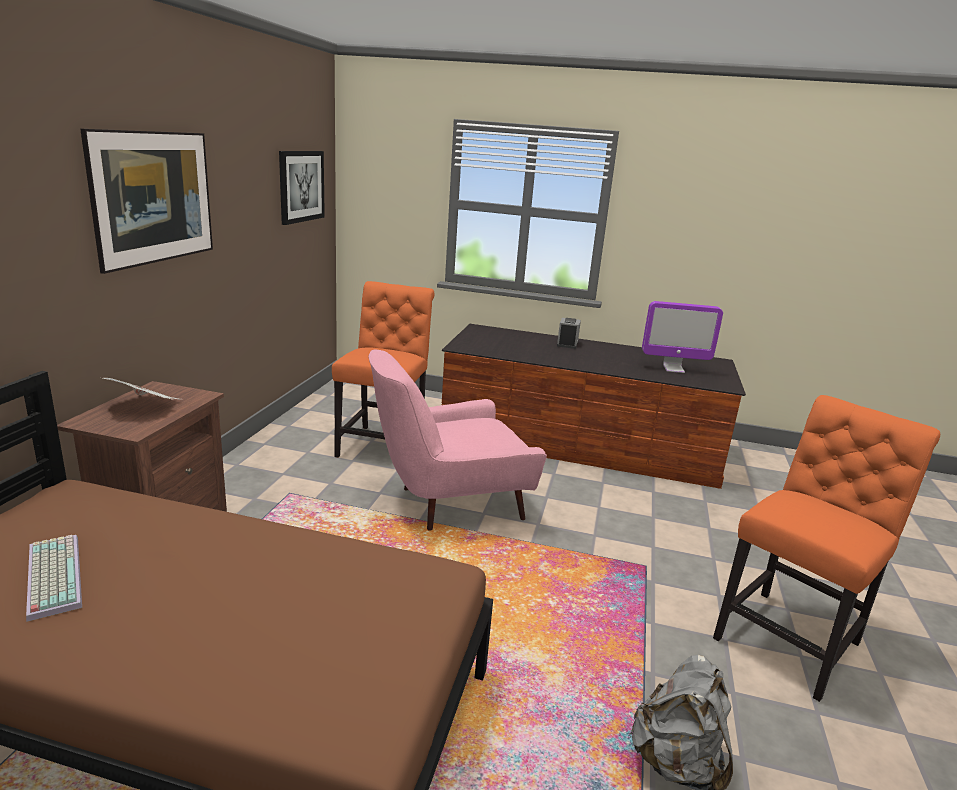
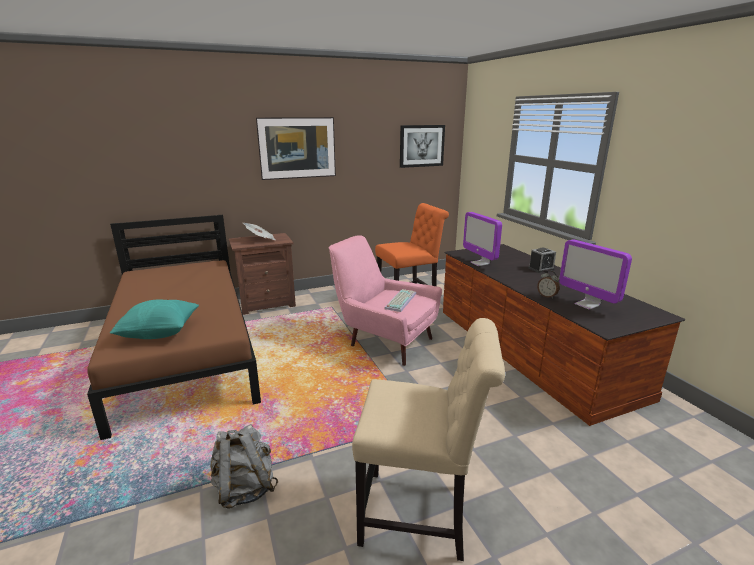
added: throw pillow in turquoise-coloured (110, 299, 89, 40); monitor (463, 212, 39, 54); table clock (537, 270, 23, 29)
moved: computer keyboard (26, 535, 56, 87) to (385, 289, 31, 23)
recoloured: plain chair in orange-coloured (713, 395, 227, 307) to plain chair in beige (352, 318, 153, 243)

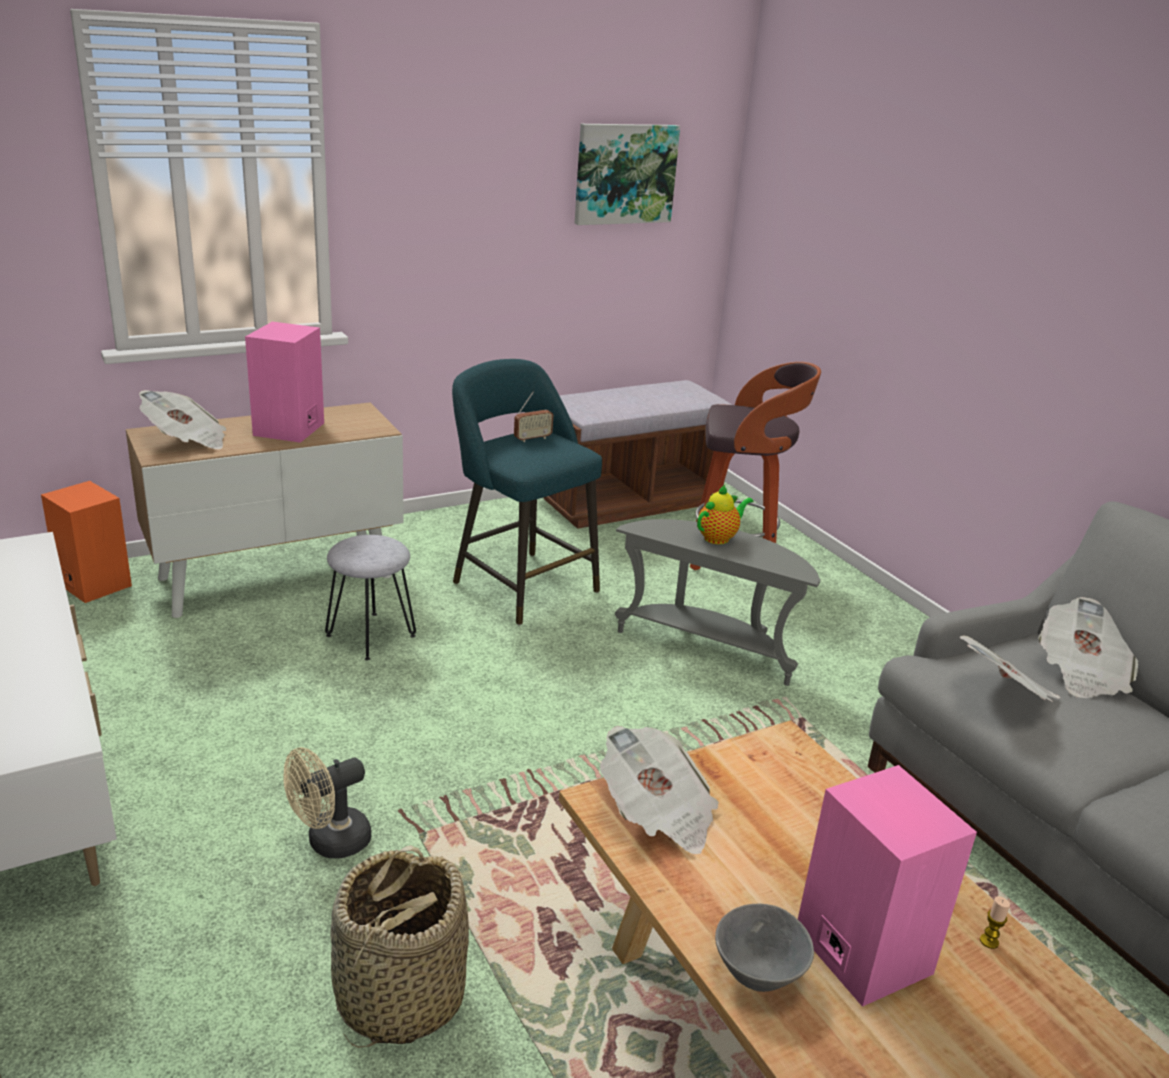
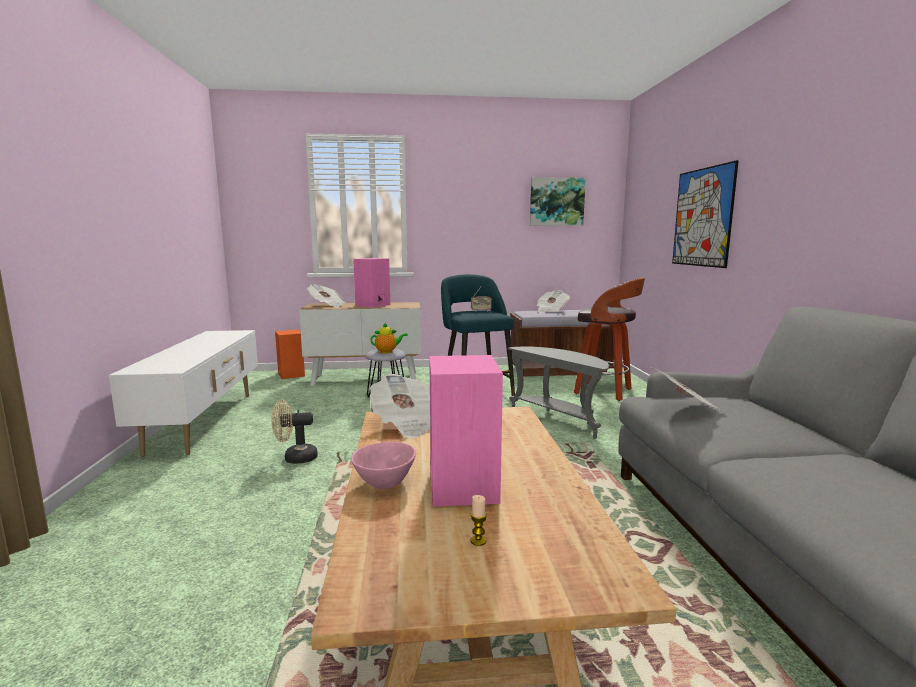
removed: household basket (330, 845, 139, 203)
added: wall art (672, 160, 67, 108)
moved: teapot (697, 485, 57, 59) to (370, 323, 38, 30); candle (980, 896, 30, 53) to (471, 495, 16, 51); daily paper (1038, 597, 100, 101) to (536, 290, 34, 23)
recoloured: deep dish in gray (715, 904, 99, 88) to deep dish in pinkish (351, 442, 65, 47)

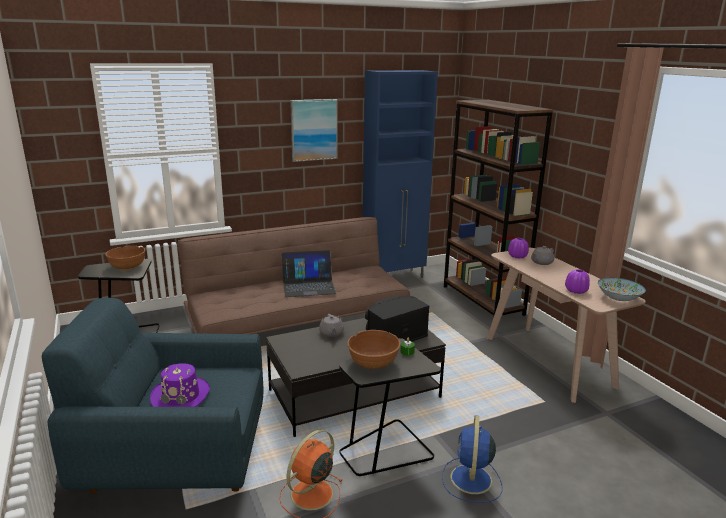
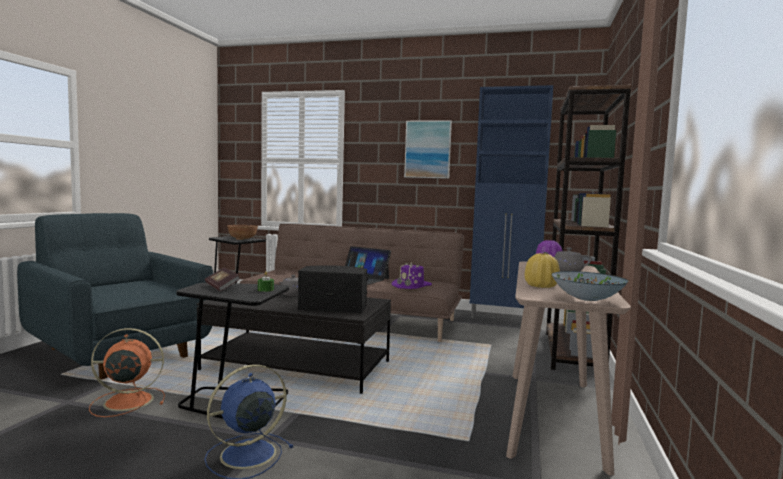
moved: wearable hat in purple-coloured (150, 363, 60, 44) to (391, 262, 41, 27)
replaced: deep dish in brown (347, 330, 54, 39) to volume (205, 268, 35, 23)
recoloured: vase in purple-coloured (565, 269, 25, 25) to vase in yellow (525, 253, 35, 35)

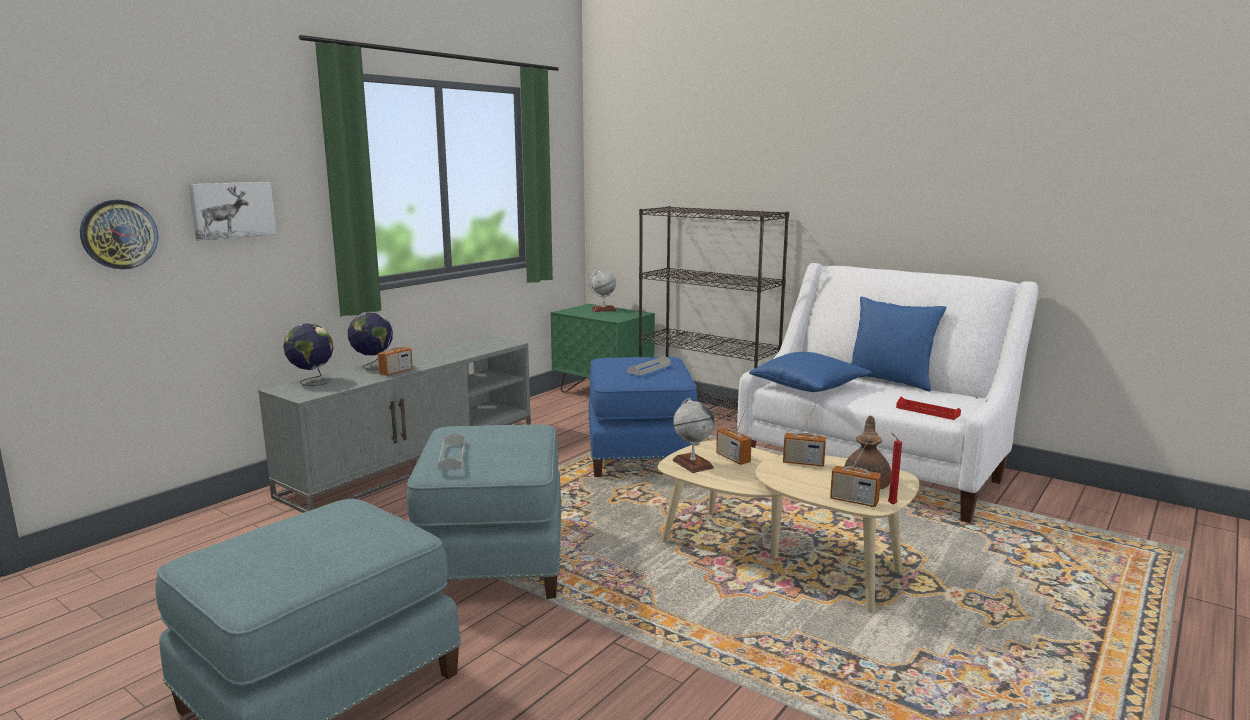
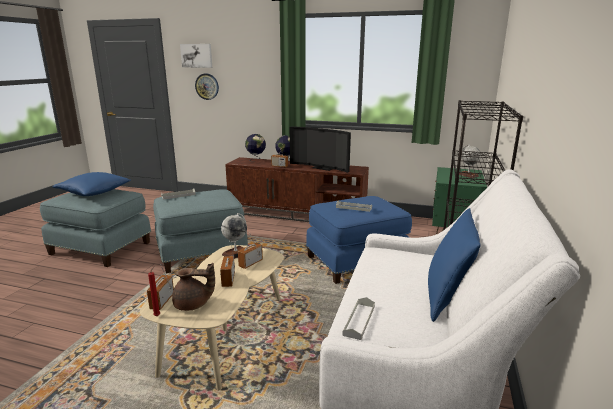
added: TV (290, 127, 61, 46)
moved: wall art (189, 182, 88, 59) to (180, 44, 32, 24); throw pillow in bluish (749, 352, 123, 40) to (52, 172, 79, 24)
recoloured: tv unit in gray (258, 335, 273, 178) to tv unit in brown (225, 157, 144, 65); serving tray in red-coloured (896, 397, 65, 23) to serving tray in gray (342, 297, 33, 43)

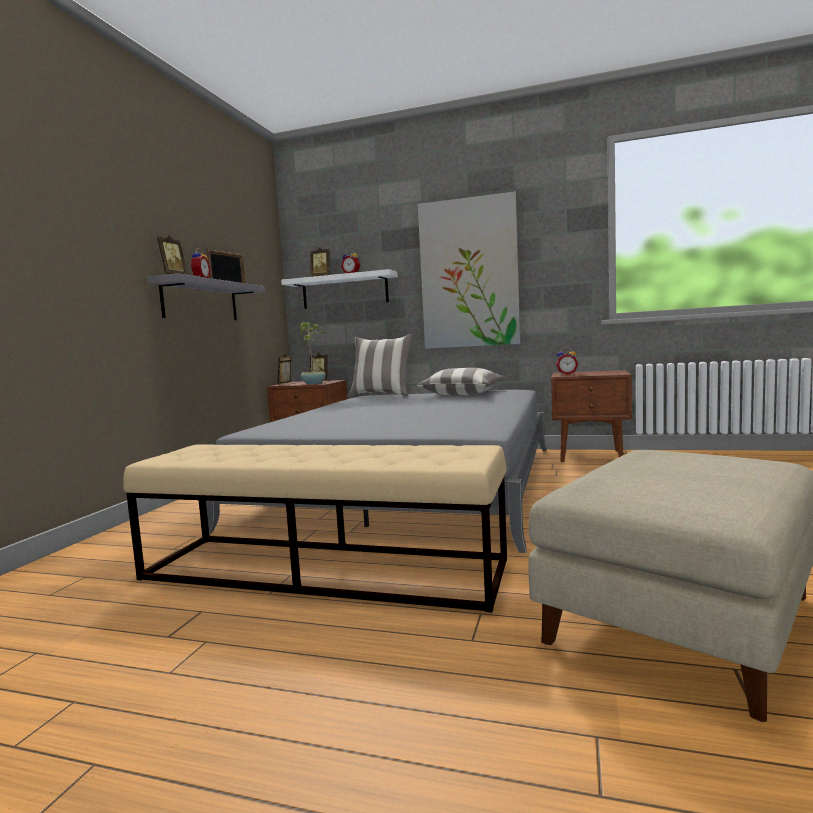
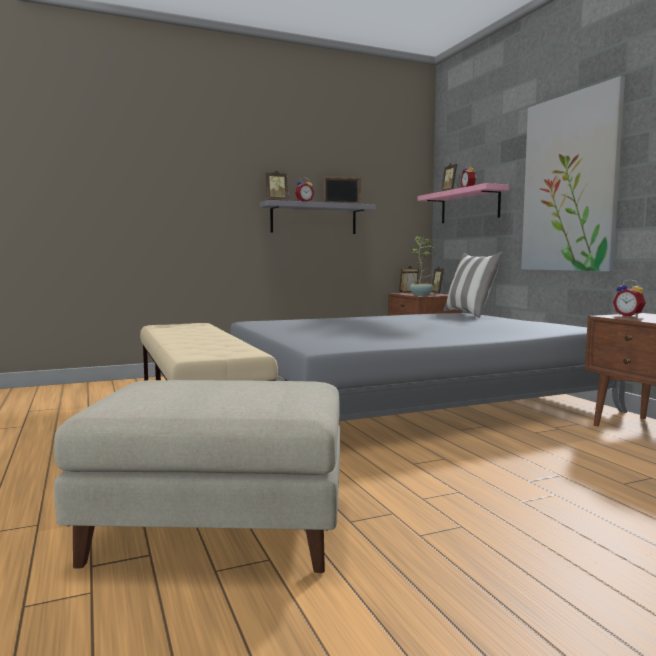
removed: throw pillow (417, 368, 87, 27)
recoloured: wall shelf in whitish (281, 269, 117, 40) to wall shelf in pinkish (417, 183, 92, 40)

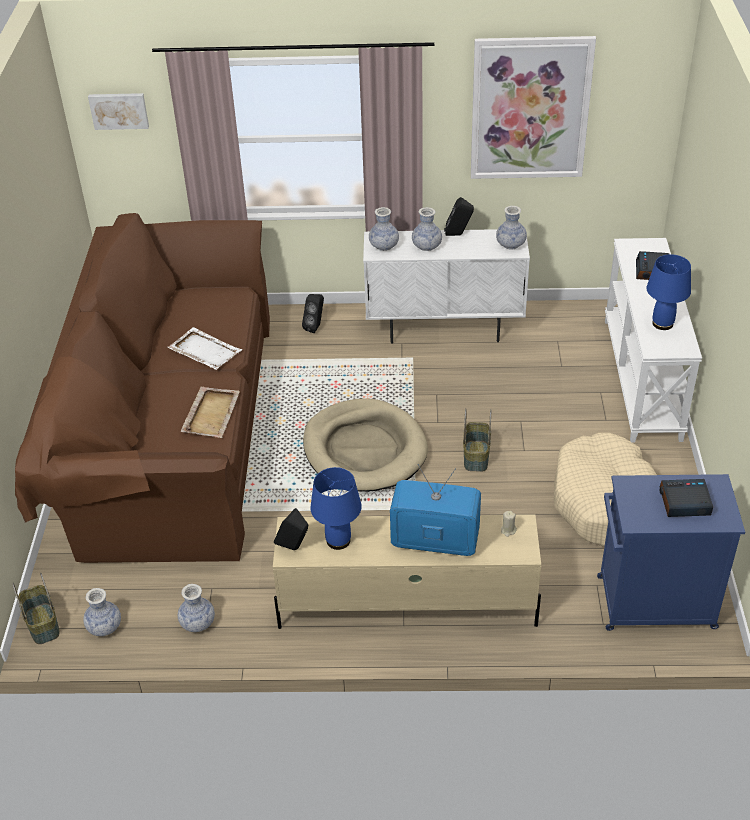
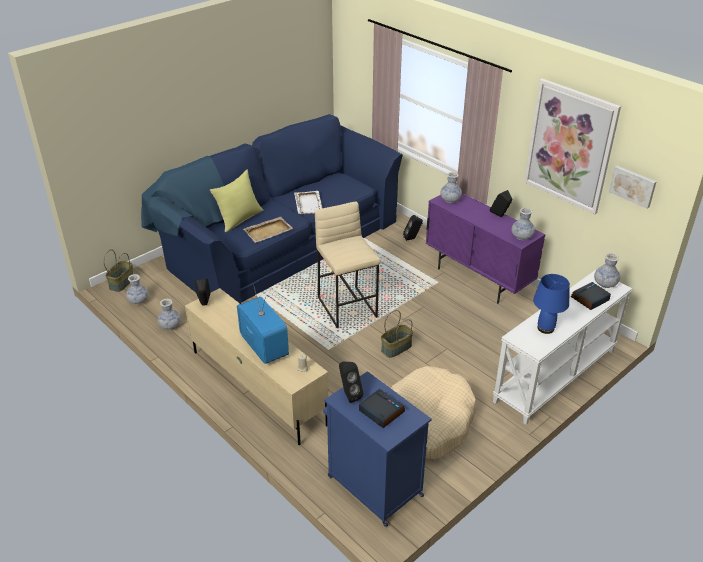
removed: table lamp in bluish (310, 467, 52, 83)
added: throw pillow in yellow (210, 170, 53, 62); loudspeaker in black (339, 362, 25, 41)
moved: wall art (88, 93, 61, 37) to (609, 166, 47, 43); vase (412, 207, 30, 44) to (594, 253, 26, 35)
replaced: dog bed in beige (303, 398, 125, 94) to stool seat in beige (315, 202, 66, 126)
recoloured: couch in brown (15, 213, 255, 350) to couch in bluish (141, 114, 262, 190); storage cabinet in whitish (363, 229, 167, 115) to storage cabinet in purple-coloured (426, 193, 119, 111)

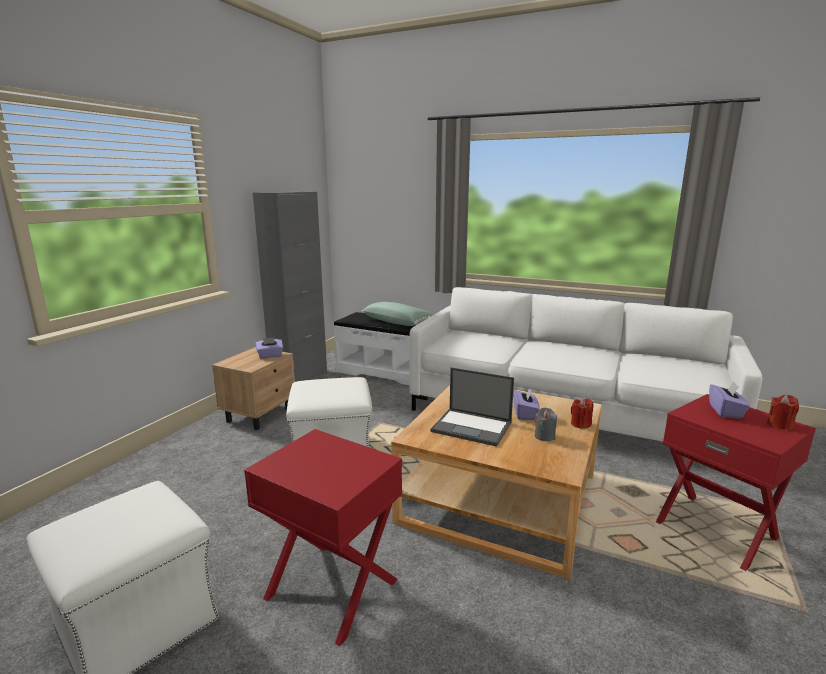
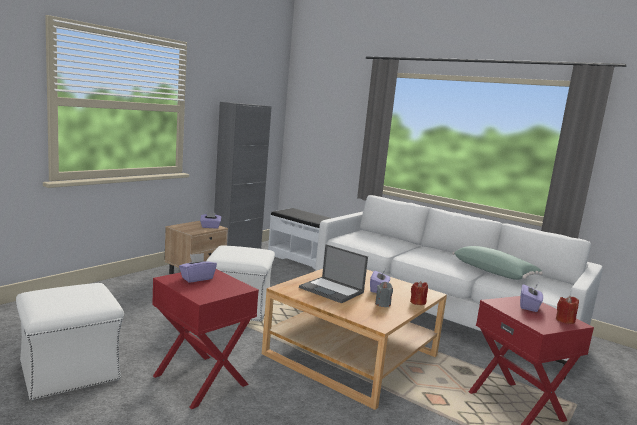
added: tissue holder in purple-coloured (179, 253, 38, 30)
moved: throw pillow in green-coloured (362, 302, 72, 24) to (452, 246, 91, 34)

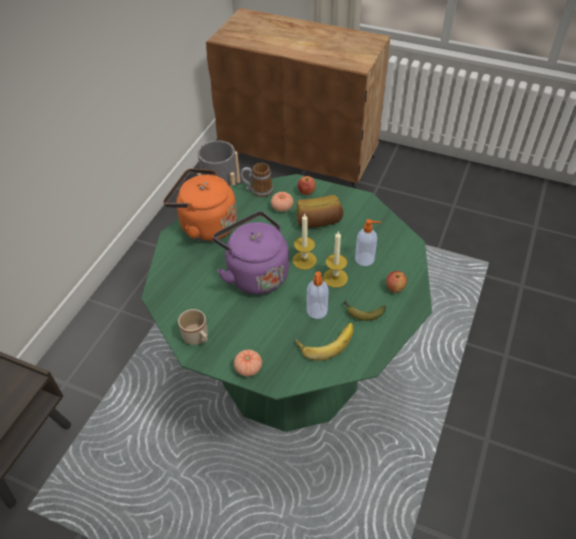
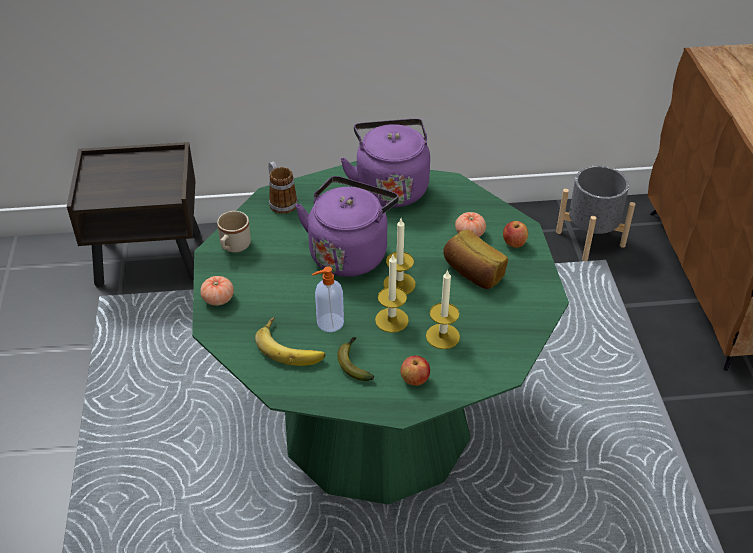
moved: tea mug (241, 163, 32, 34) to (268, 162, 30, 52)
replaced: soap bottle (355, 219, 26, 47) to candle (426, 269, 34, 80)
recoloured: kettle in orange-coloured (163, 168, 74, 74) to kettle in purple-coloured (340, 119, 90, 88)

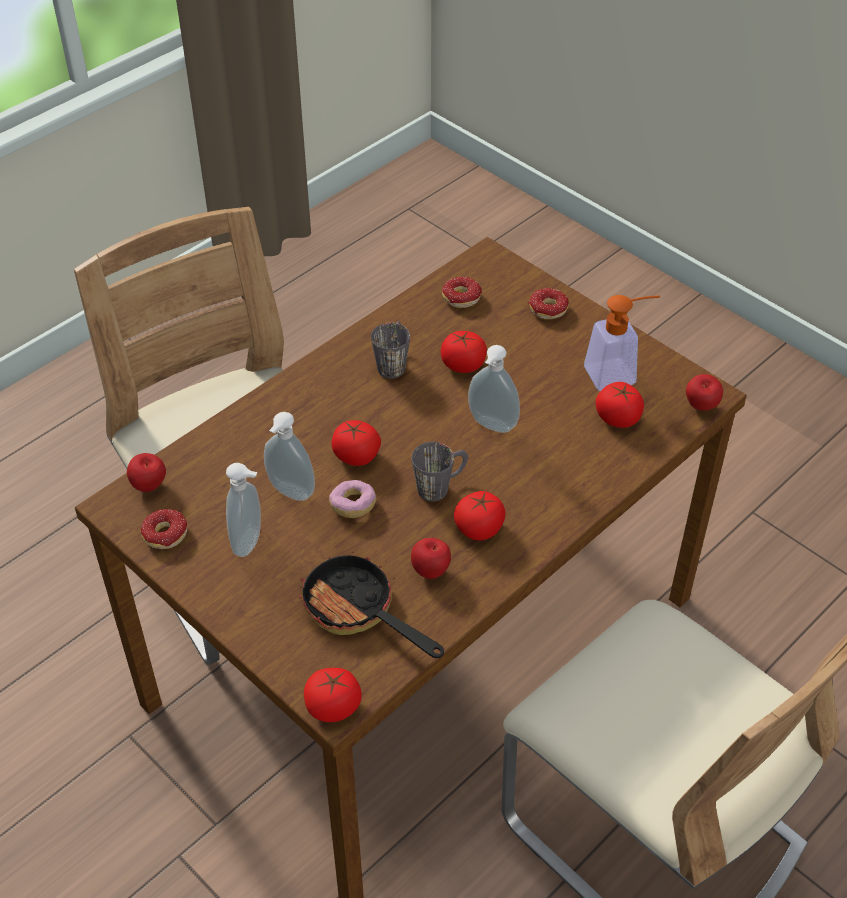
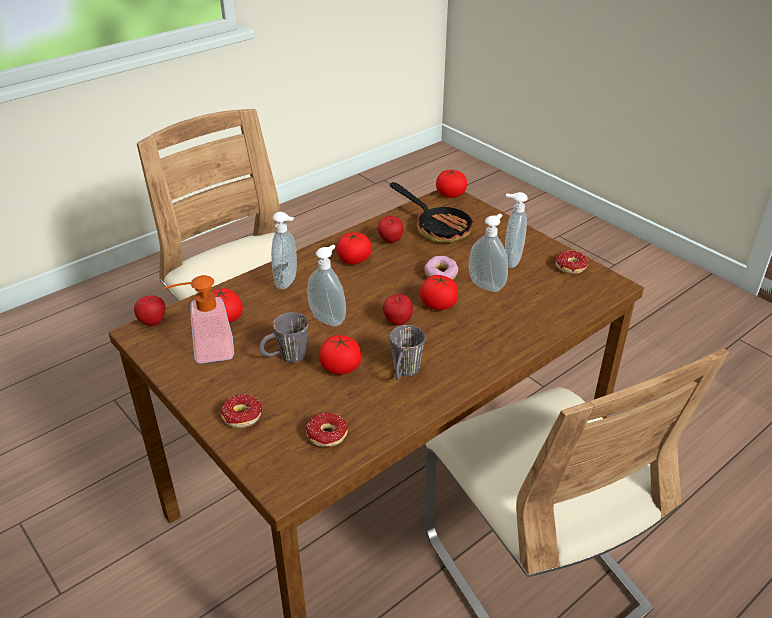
added: soap bottle (271, 212, 26, 77)
moved: apple fruit (127, 453, 39, 39) to (383, 294, 30, 31); tea mug in gray (412, 442, 56, 60) to (259, 312, 49, 51)

